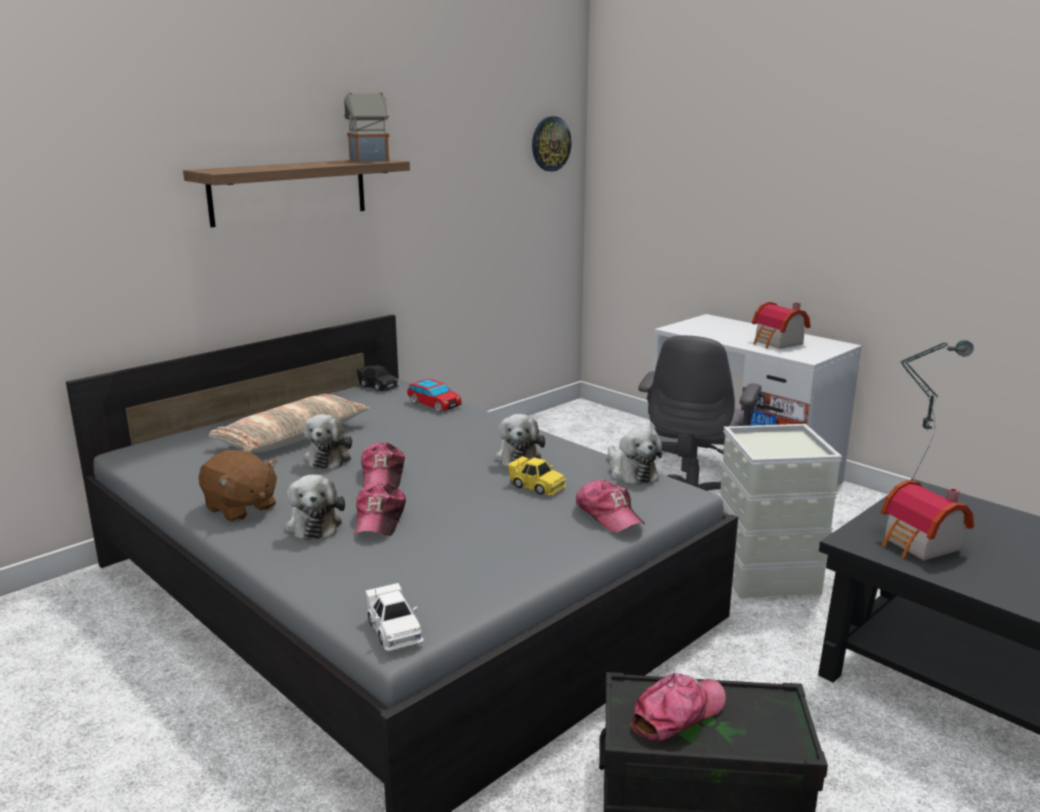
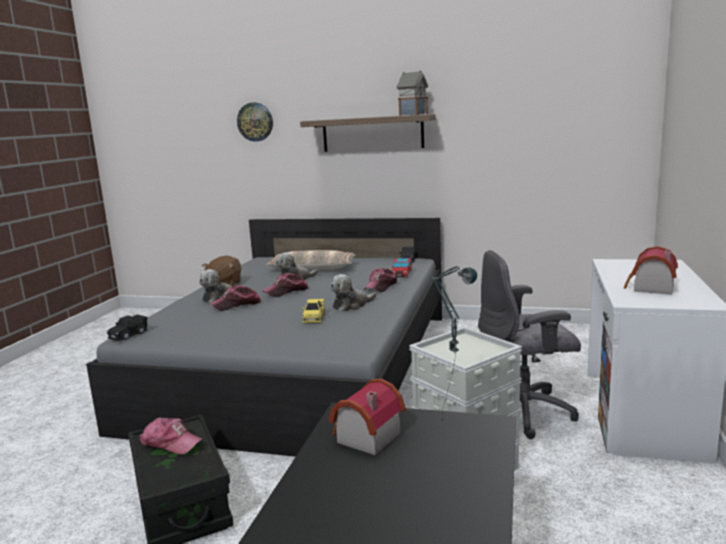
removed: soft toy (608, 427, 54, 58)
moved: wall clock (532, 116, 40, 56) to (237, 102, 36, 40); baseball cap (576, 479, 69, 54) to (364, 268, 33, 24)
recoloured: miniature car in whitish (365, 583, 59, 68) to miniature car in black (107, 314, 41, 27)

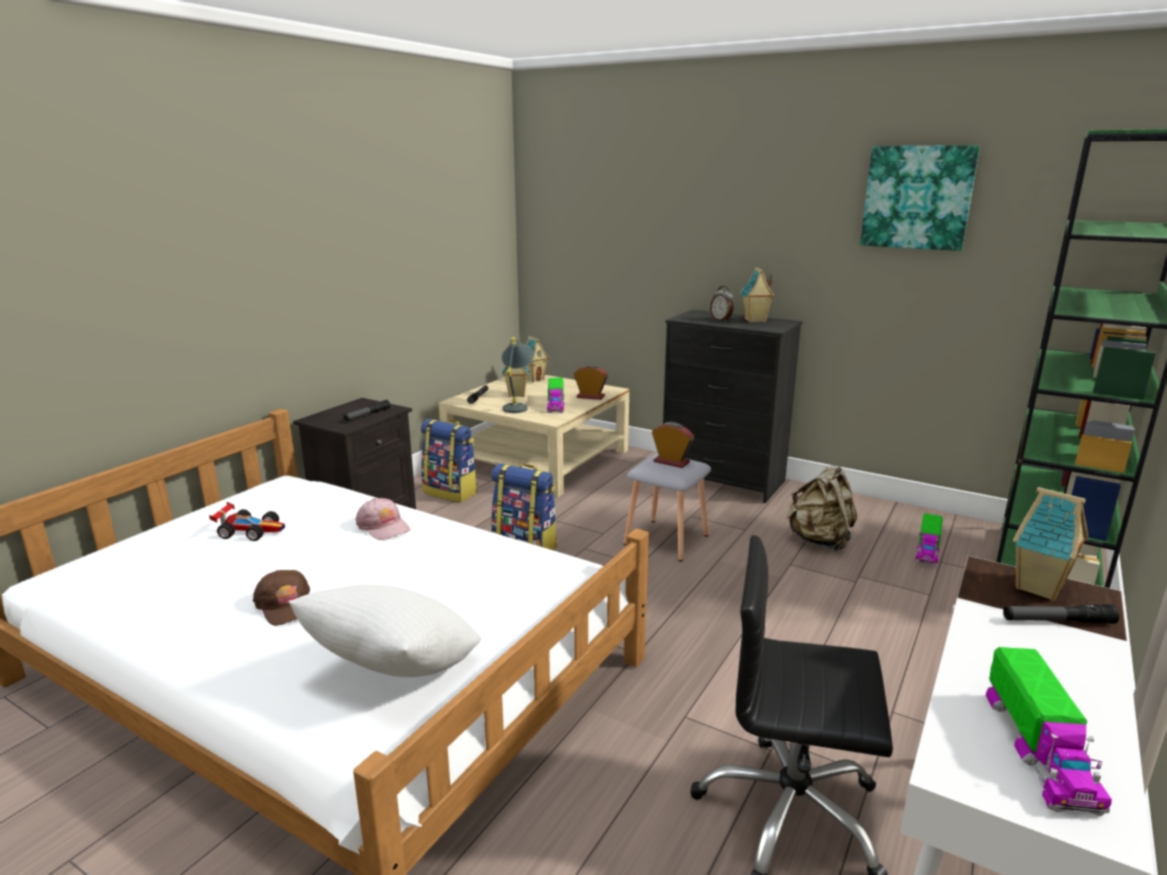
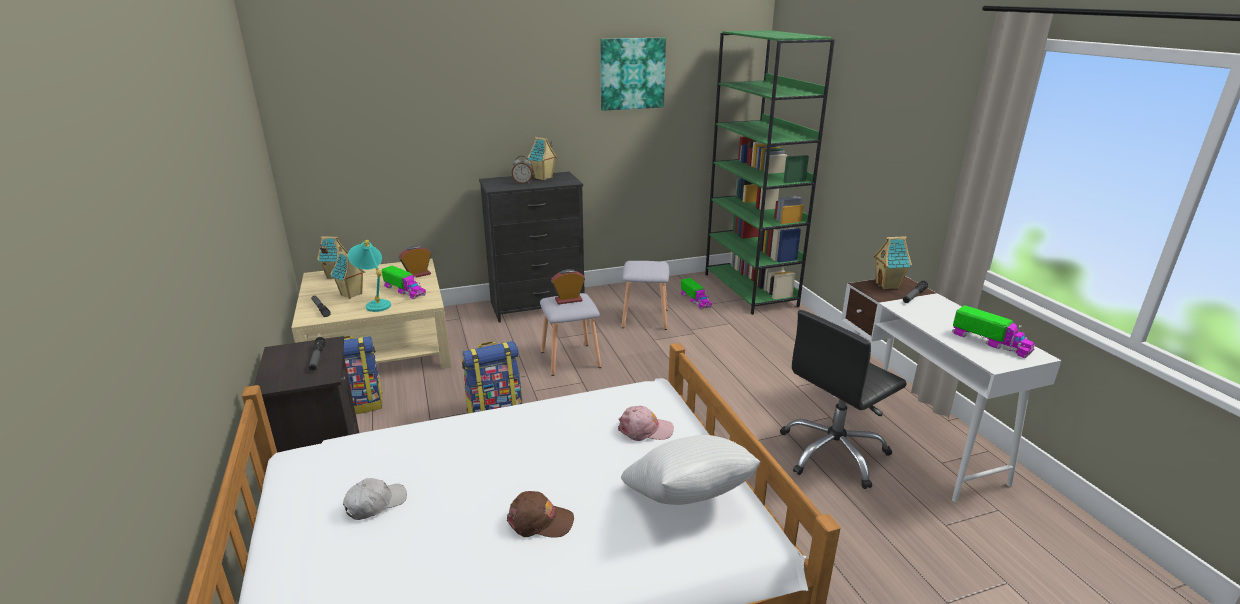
moved: baseball cap in pinkish (356, 498, 54, 42) to (618, 406, 56, 35)
replaced: miniature car (209, 502, 76, 39) to baseball cap in whitish (343, 478, 64, 42); rucksack in beige (787, 465, 70, 86) to stool seat in gray (621, 261, 48, 69)
recoloured: table lamp in gray (501, 337, 33, 76) to table lamp in turquoise-coloured (348, 240, 43, 72)

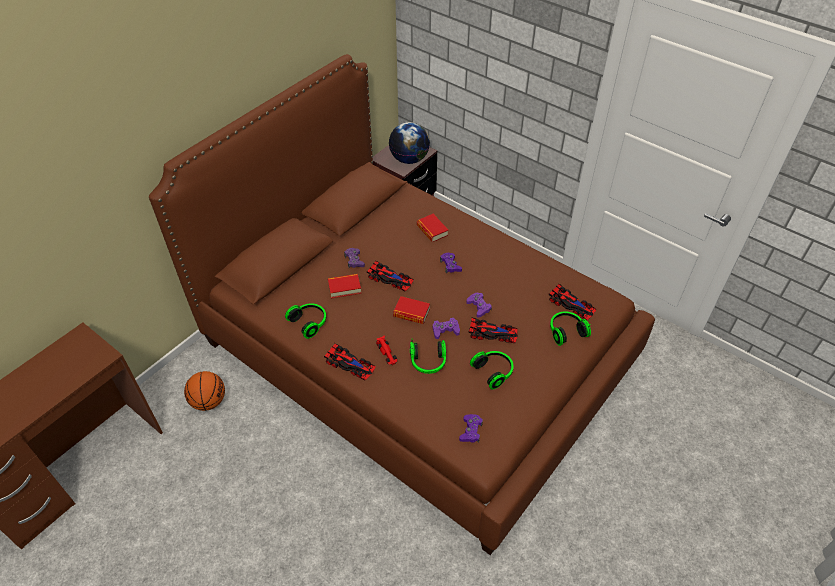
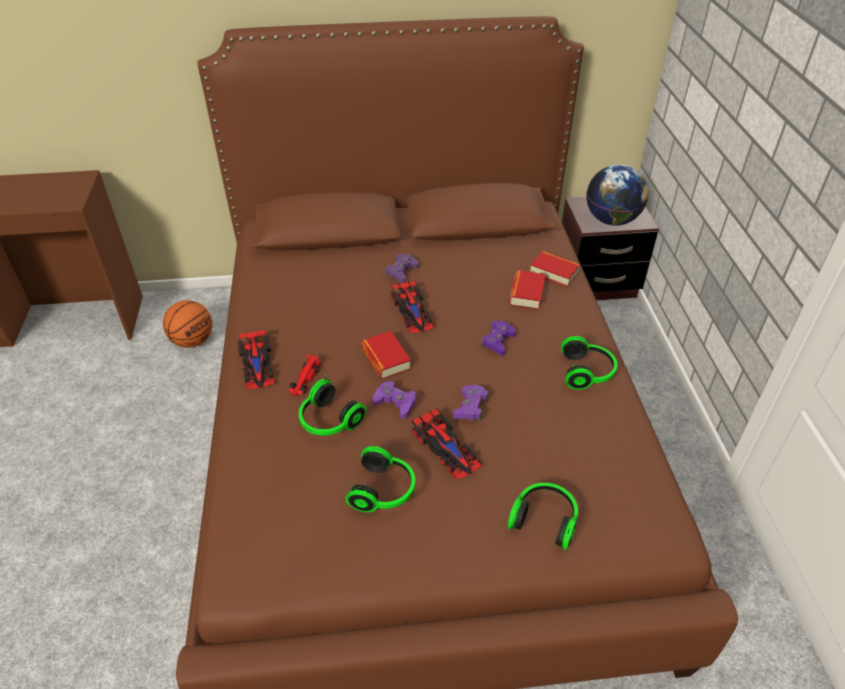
removed: game controller in purple-coloured (459, 414, 24, 29); miniature car (549, 283, 47, 37)
moved: pair of headphones (285, 303, 41, 36) to (561, 336, 56, 54); volume (328, 274, 33, 24) to (530, 251, 51, 36)

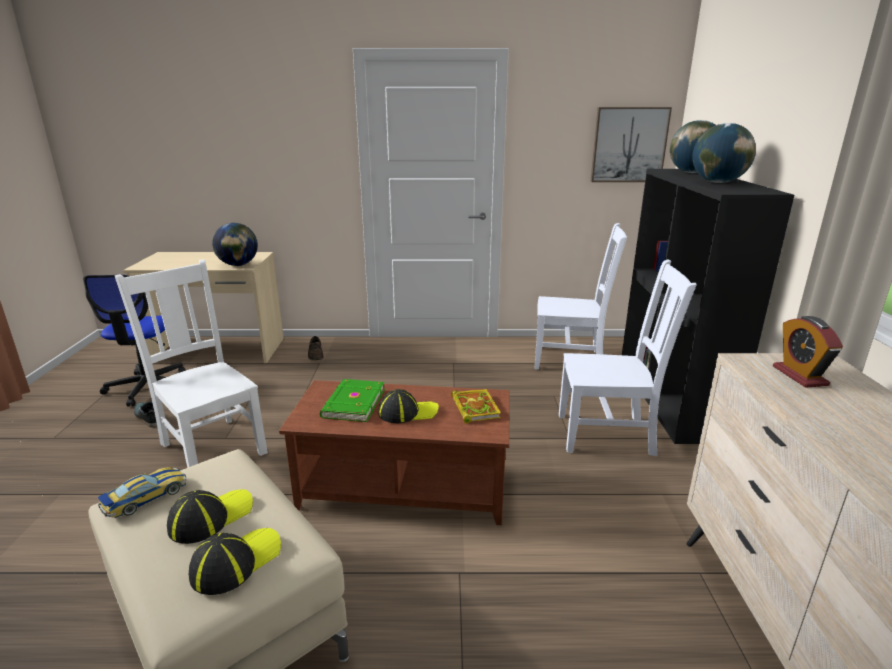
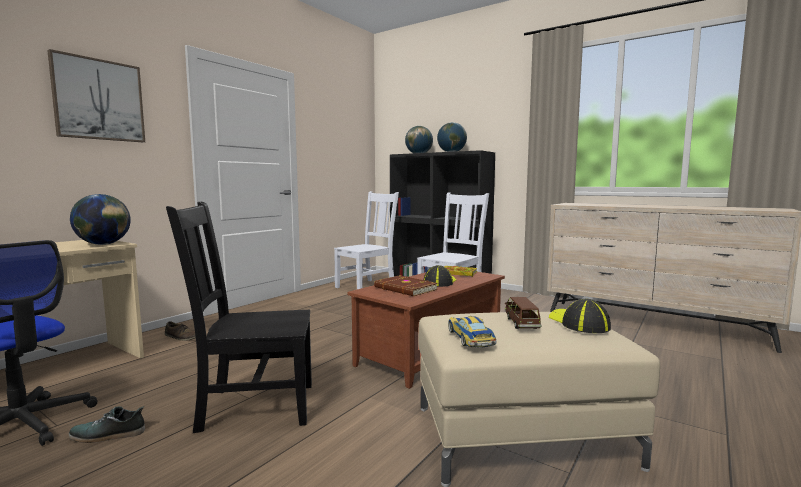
removed: table clock (773, 316, 70, 72)
moved: wall art (591, 107, 81, 75) to (47, 49, 98, 93)
replaced: baseball cap (167, 489, 86, 55) to miniature car in brown (505, 297, 36, 32)
recoloured: plain chair in whitish (115, 259, 153, 209) to plain chair in black (166, 202, 146, 231); volume in green-coloured (320, 379, 65, 43) to volume in brown (374, 275, 64, 21)

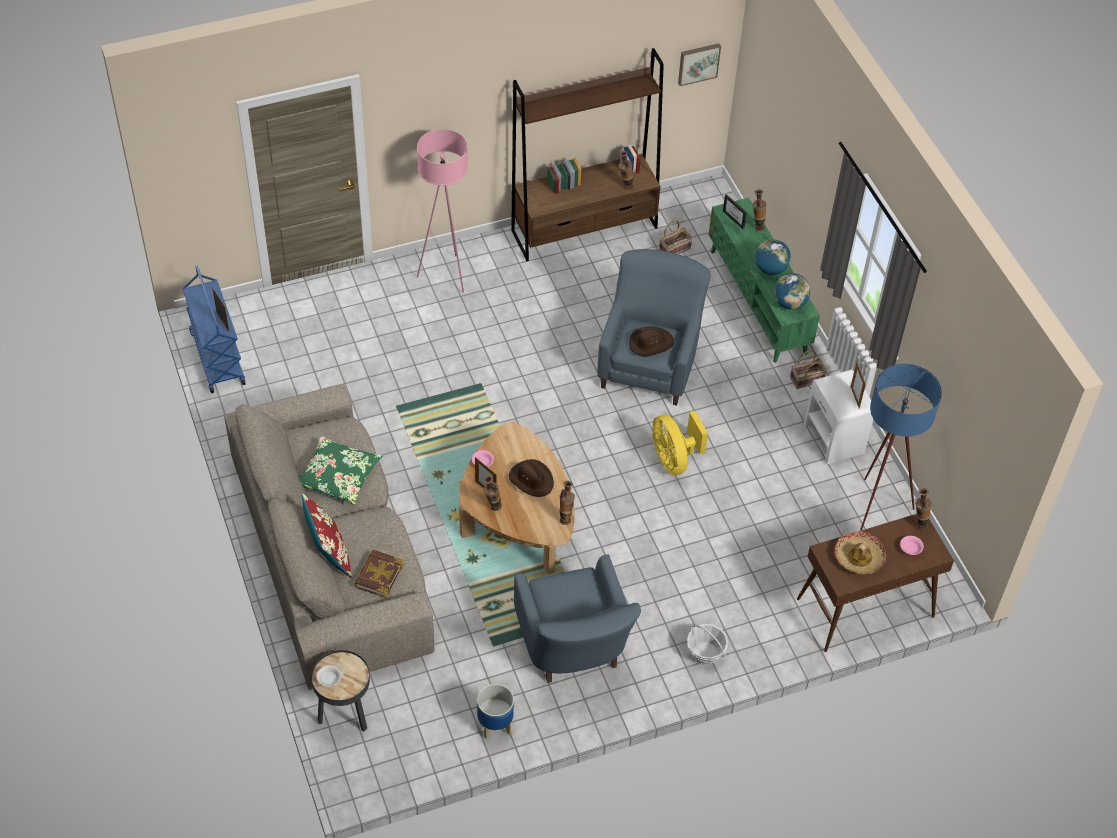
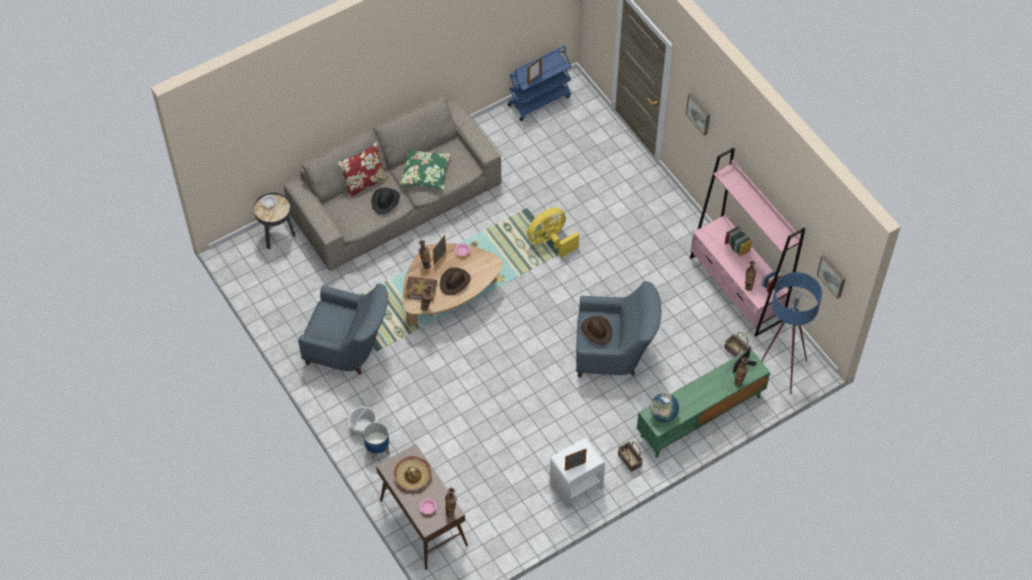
removed: floor lamp in pinkish (417, 129, 51, 164); world globe (755, 239, 36, 36)
added: wearable hat in black (371, 188, 29, 27); wall art (686, 93, 24, 43)
moved: volume (354, 550, 49, 48) to (404, 276, 33, 25); plant pot (477, 684, 37, 55) to (363, 422, 26, 38); fan in yellow (652, 411, 56, 64) to (527, 207, 52, 51); floor lamp in bluish (860, 364, 82, 166) to (761, 272, 61, 122)
recoloured: bookshelf in brown (511, 48, 153, 213) to bookshelf in pinkish (690, 148, 115, 189)
turned: easy chair in bluish (514, 555, 127, 128) = (298, 283, 90, 91) 135 degrees counterclockwise

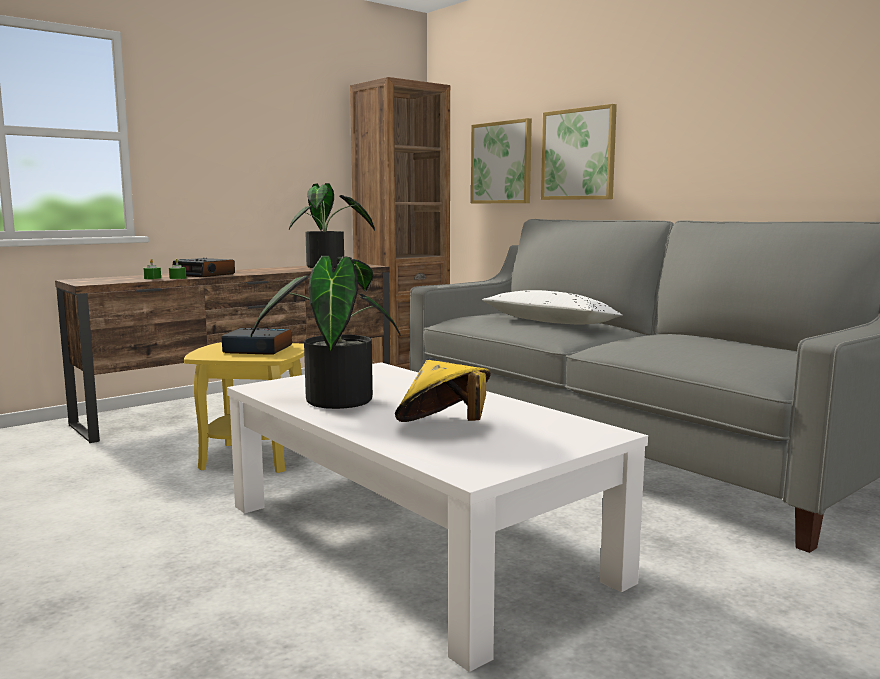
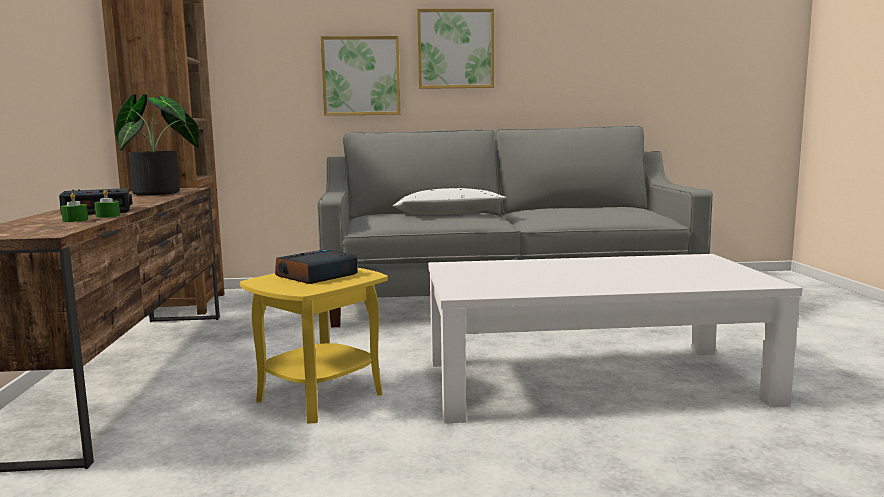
removed: plant in a pot (251, 256, 150, 153); wearable hat in yellow (395, 360, 96, 62)
moved: wall art (471, 118, 61, 85) to (417, 9, 77, 80)

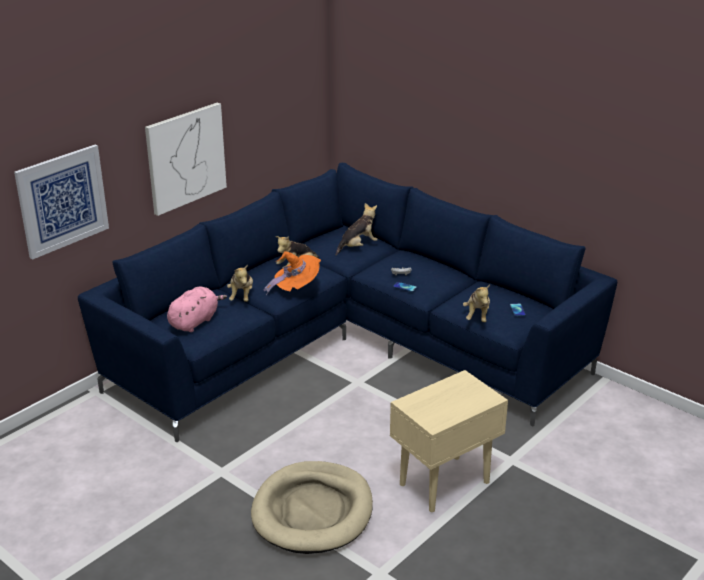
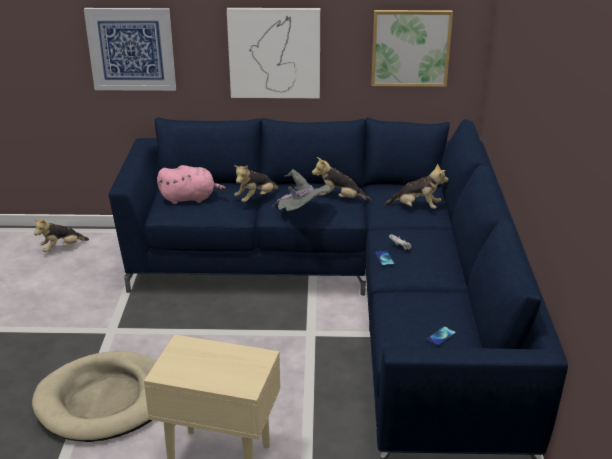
added: wall art (371, 10, 82, 77)
moved: soft toy (463, 285, 27, 37) to (33, 219, 56, 33)
recoloured: wearable hat in orange-coloured (264, 251, 57, 44) to wearable hat in gray (272, 169, 59, 42)

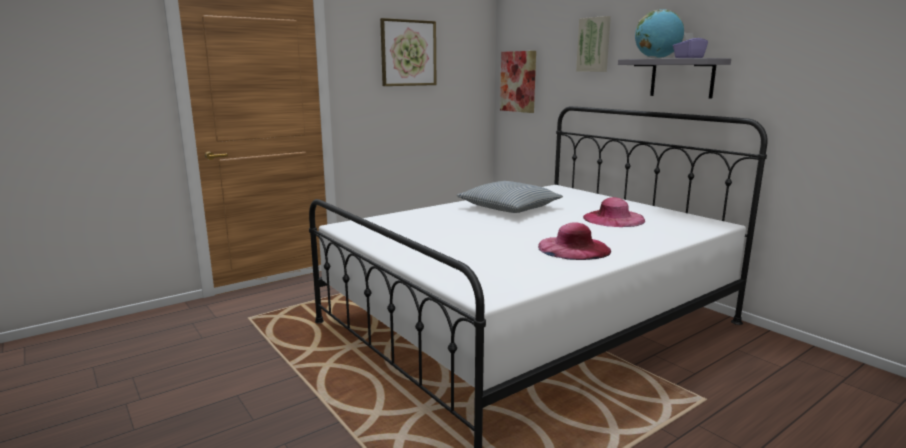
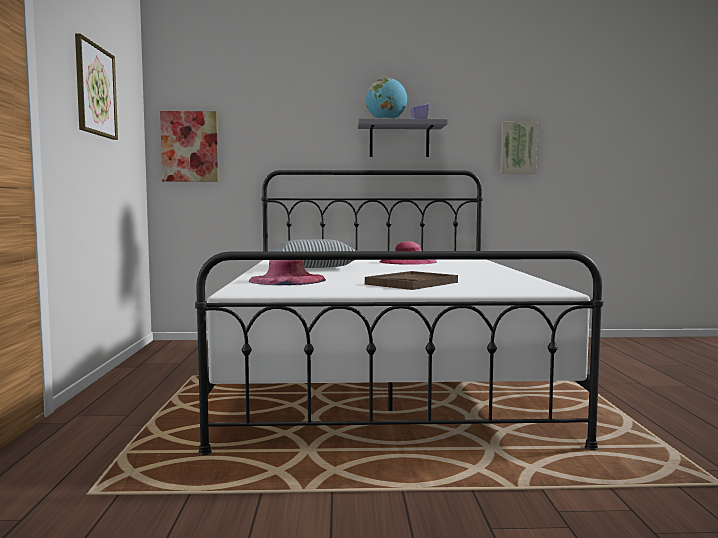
added: serving tray in brown (365, 271, 93, 19)
moved: wearable hat in pinkish (538, 222, 73, 38) to (249, 260, 77, 25); wall art (576, 16, 35, 56) to (501, 121, 37, 53)

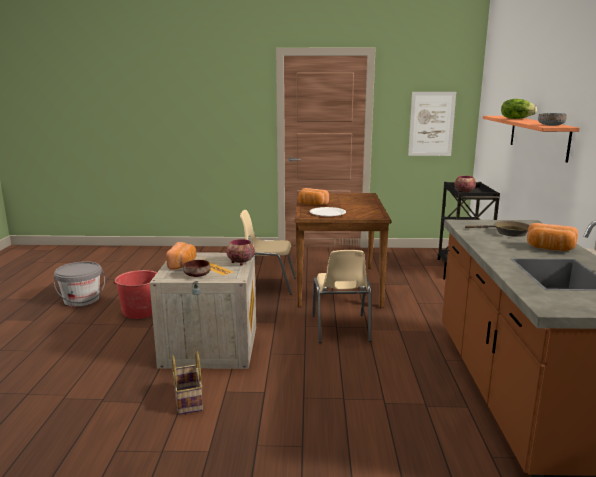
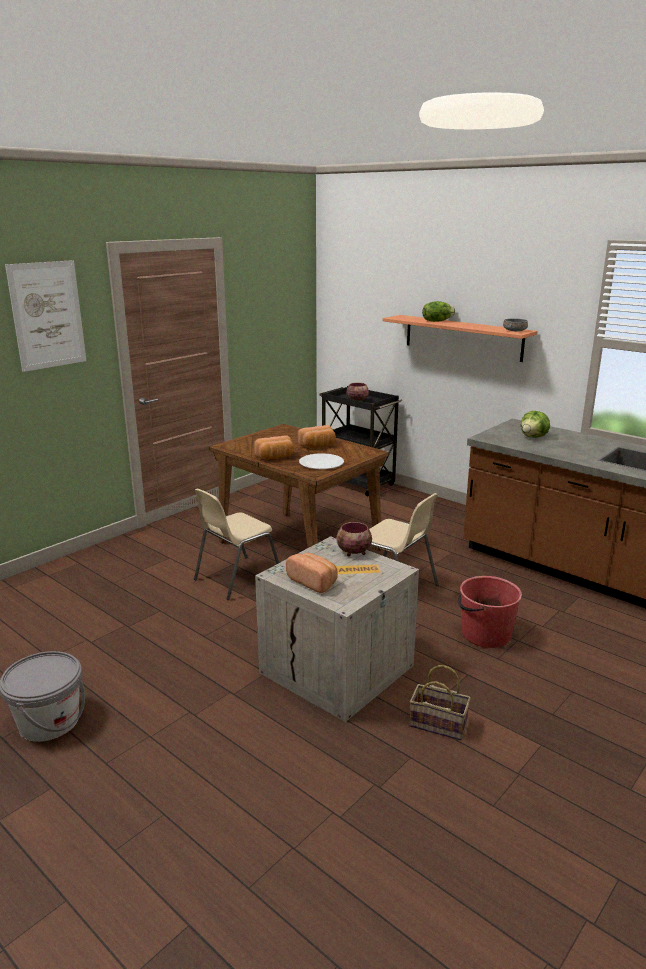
removed: deep dish in brown (183, 260, 27, 17)
moved: bucket in red-coloured (113, 270, 44, 49) to (458, 576, 64, 72); wall art (408, 92, 48, 64) to (5, 260, 81, 112); baked bread (527, 223, 51, 28) to (298, 425, 38, 23)
replaced: pan in brown (465, 221, 64, 16) to lettuce head (521, 411, 29, 27)

